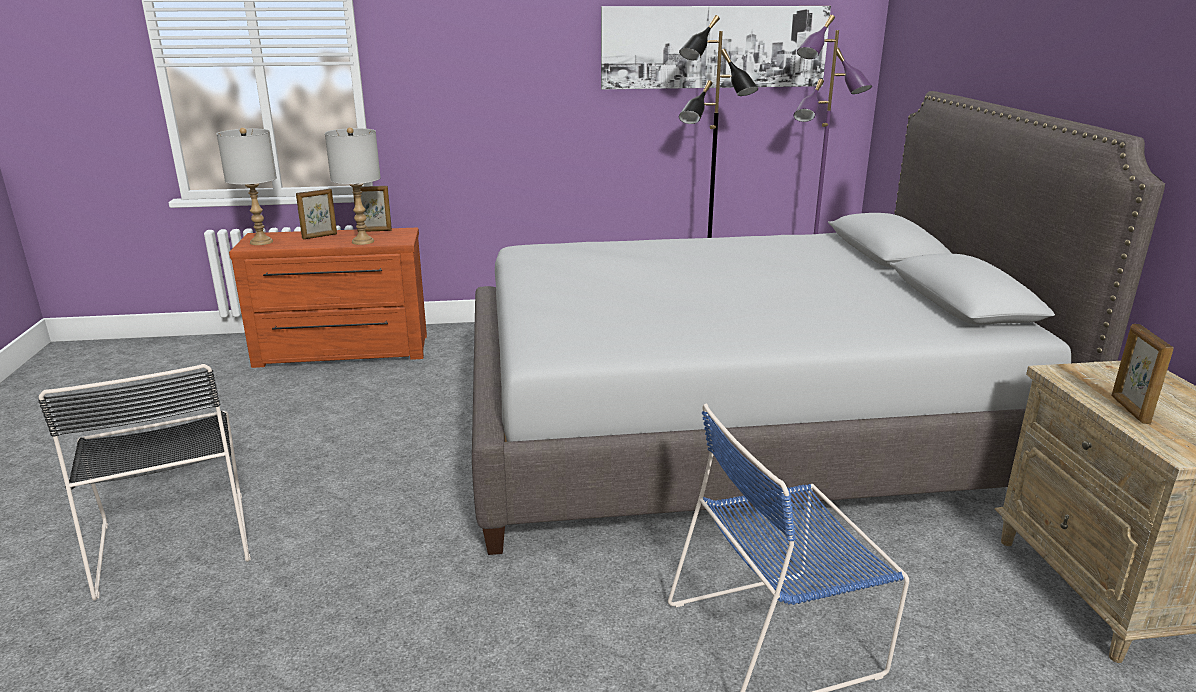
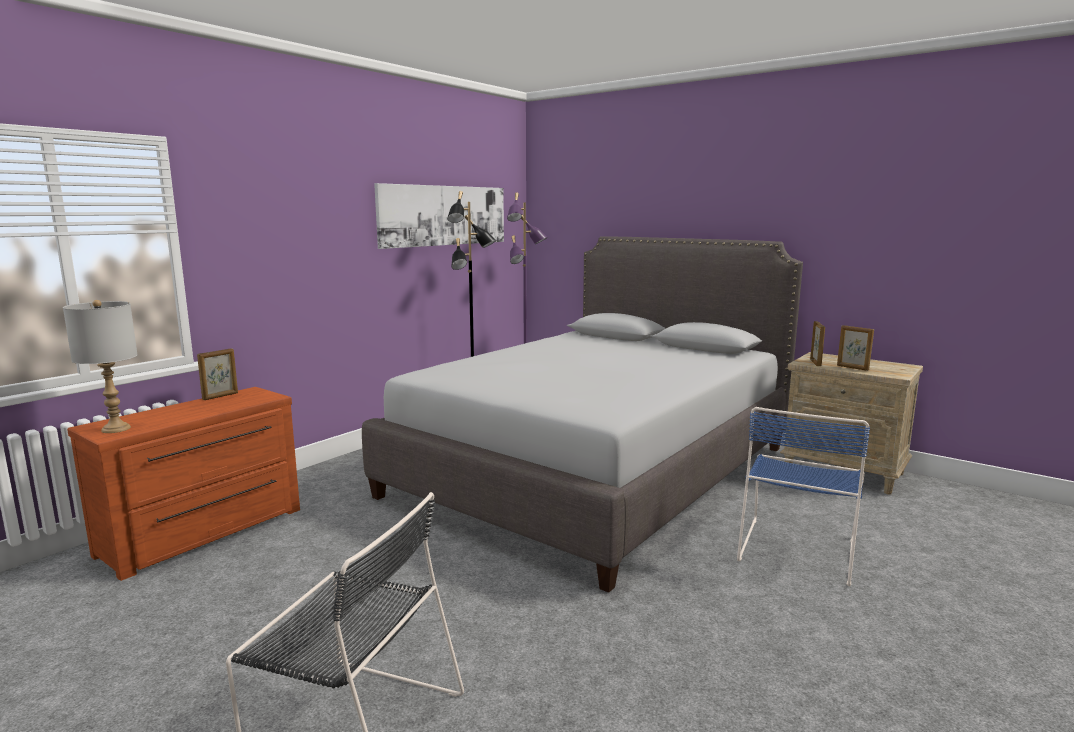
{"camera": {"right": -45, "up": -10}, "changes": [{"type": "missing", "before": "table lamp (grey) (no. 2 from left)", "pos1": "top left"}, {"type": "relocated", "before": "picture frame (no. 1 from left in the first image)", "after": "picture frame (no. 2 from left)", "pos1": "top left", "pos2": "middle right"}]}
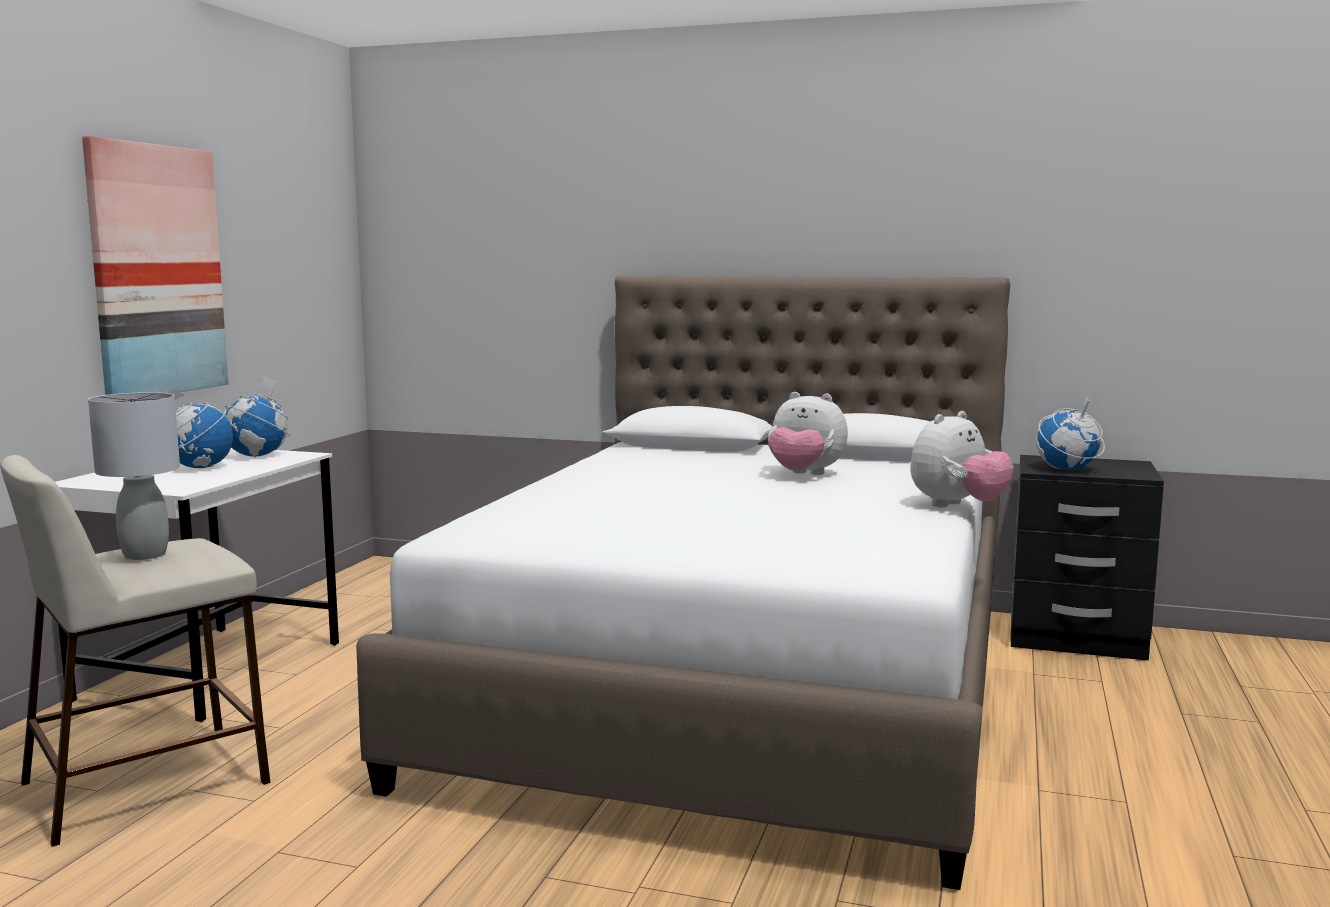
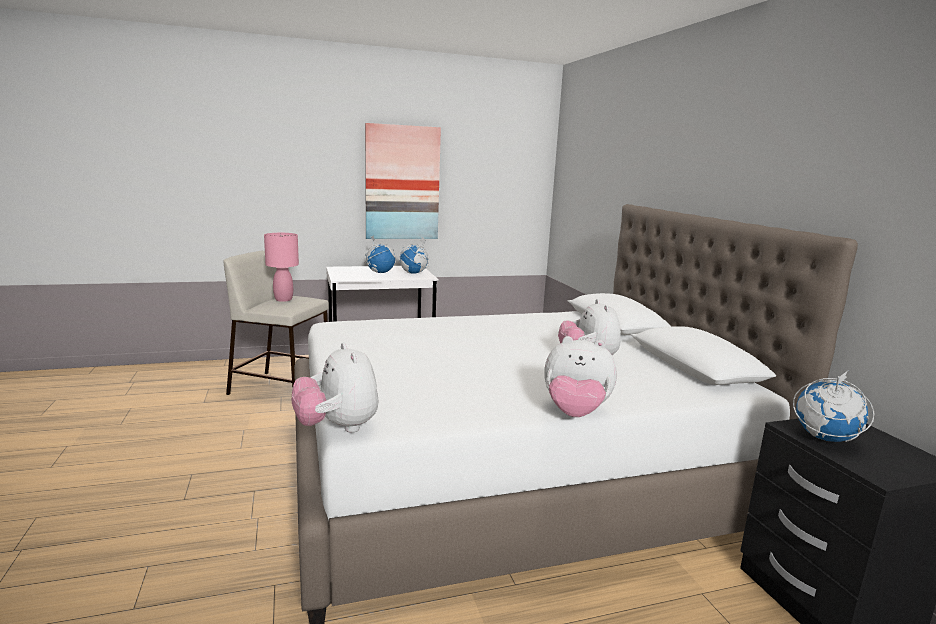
{"camera": {"right": 55, "up": 5}, "changes": [{"type": "colour", "before": "table lamp (grey)", "after": "table lamp (pink)", "pos1": "middle left", "pos2": "middle left"}, {"type": "appeared", "after": "plush toy (no. 1 from left)", "pos2": "centre"}]}
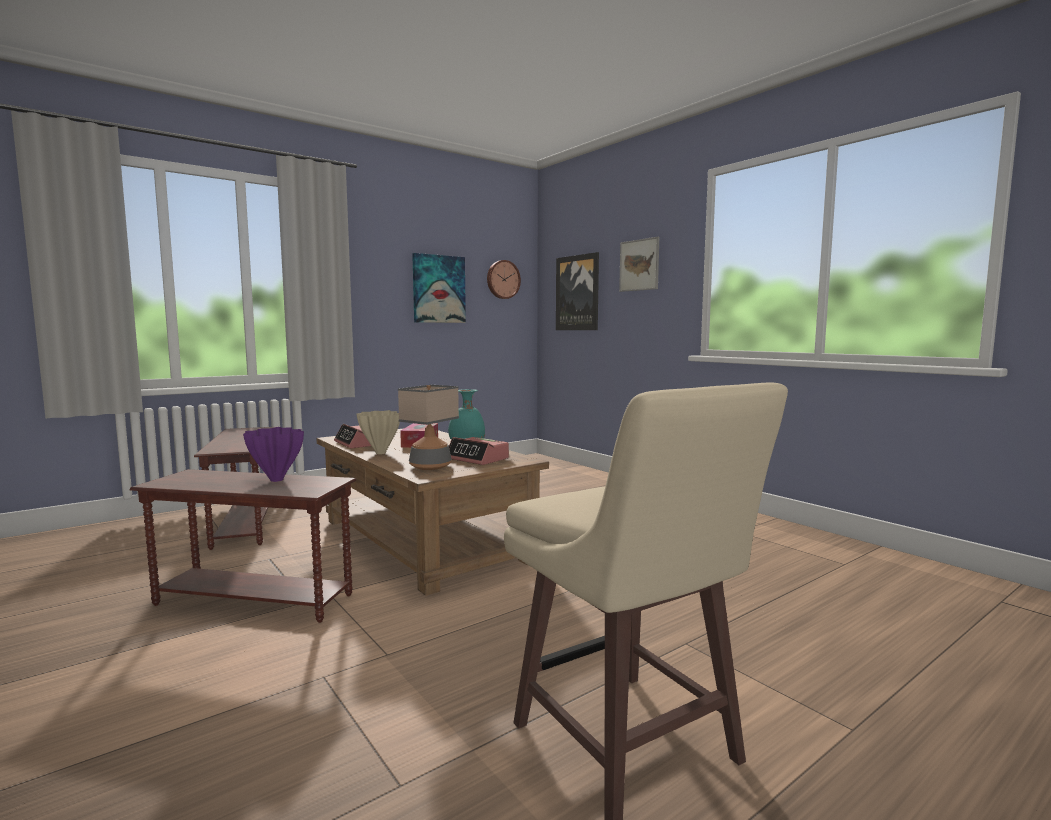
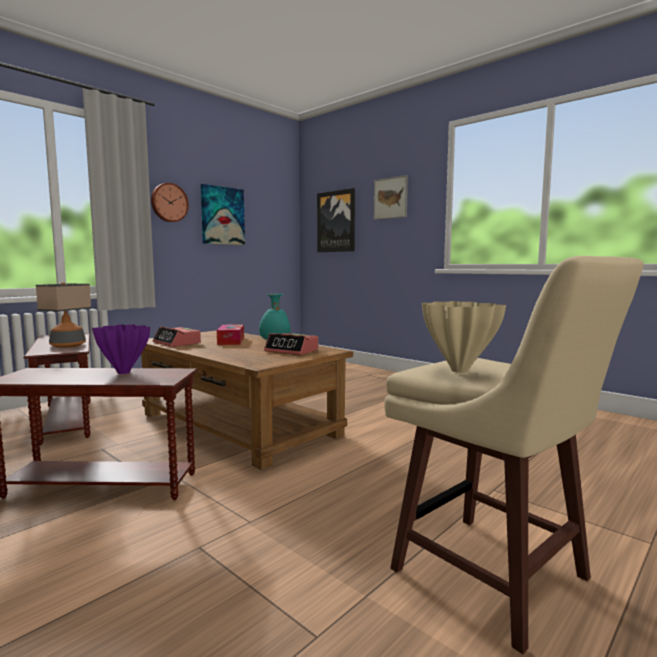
{"camera": {"right": -10, "up": 0}, "changes": [{"type": "relocated", "before": "wall clock", "pos1": "centre", "pos2": "top left"}, {"type": "relocated", "before": "table lamp", "pos1": "centre", "pos2": "middle left"}, {"type": "relocated", "before": "vase (beige)", "pos1": "centre", "pos2": "middle right"}]}
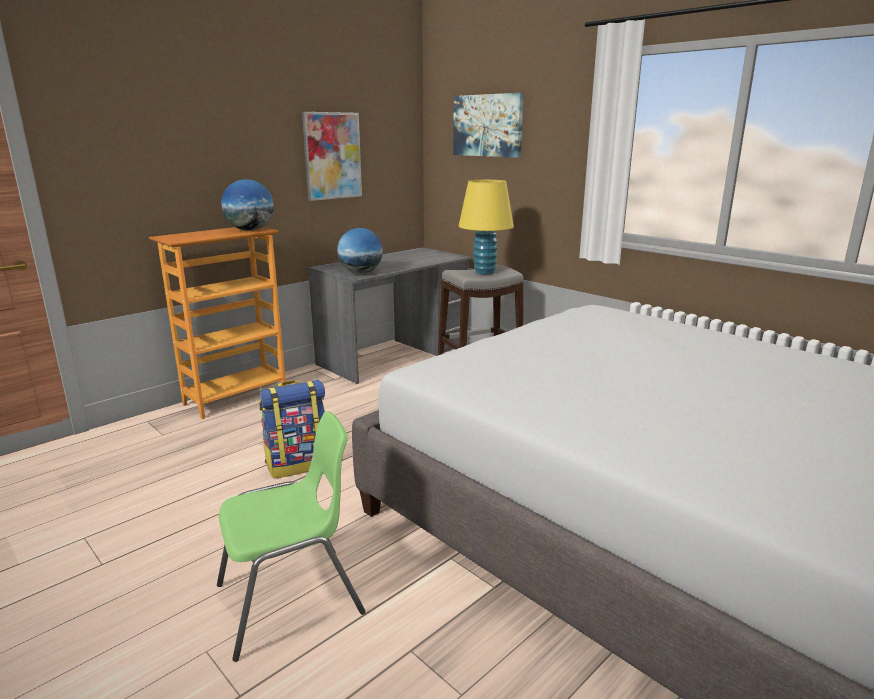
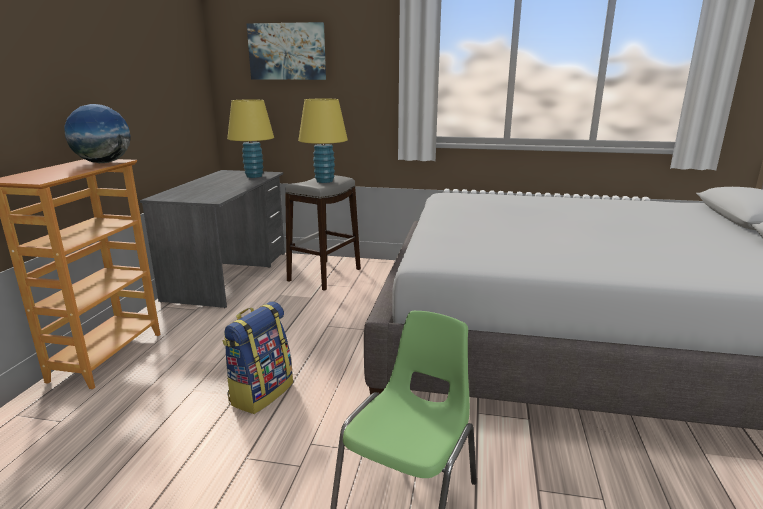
{"camera": {"right": -35, "up": 0}, "changes": [{"type": "missing", "before": "picture (no. 1 from left)", "pos1": "top centre"}, {"type": "missing", "before": "globe (no. 2 from left)", "pos1": "centre"}, {"type": "appeared", "after": "table lamp (yellow) (no. 1 from left)", "pos2": "top left"}]}
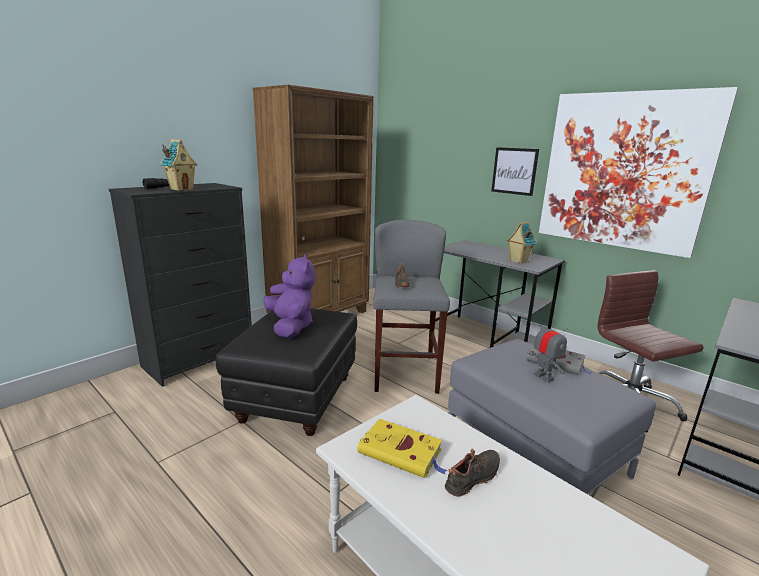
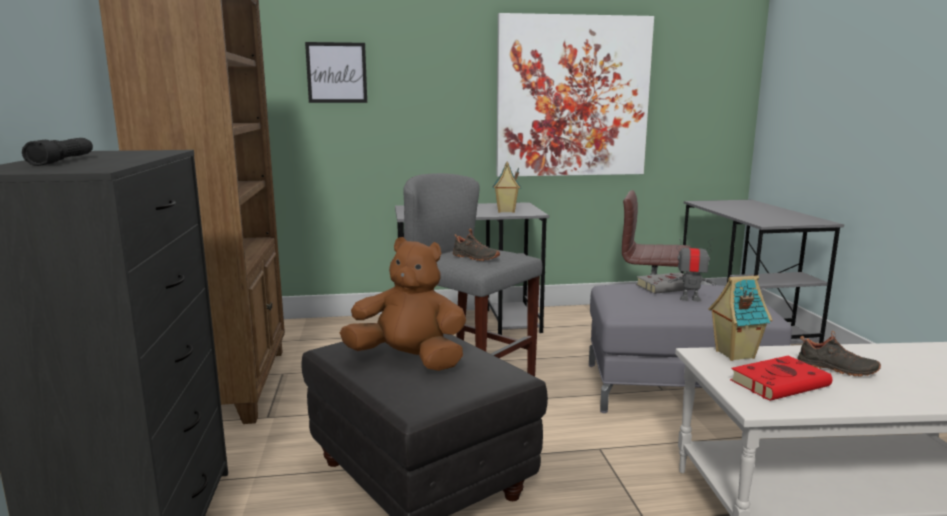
{"camera": {"right": -50, "up": -5}, "changes": [{"type": "relocated", "before": "toy house (no. 1 from left in the first image)", "after": "toy house (no. 2 from left)", "pos1": "top left", "pos2": "middle right"}, {"type": "relocated", "before": "picture (no. 1 from left)", "pos1": "top right", "pos2": "top centre"}, {"type": "colour", "before": "plush toy (purple)", "after": "plush toy (brown)", "pos1": "centre", "pos2": "centre"}, {"type": "colour", "before": "book (yellow)", "after": "book (red)", "pos1": "bottom centre", "pos2": "bottom right"}, {"type": "spun", "before": "shoe (black) (no. 2 from left)", "pos1": "bottom centre", "pos2": "bottom right", "turn": 120}]}
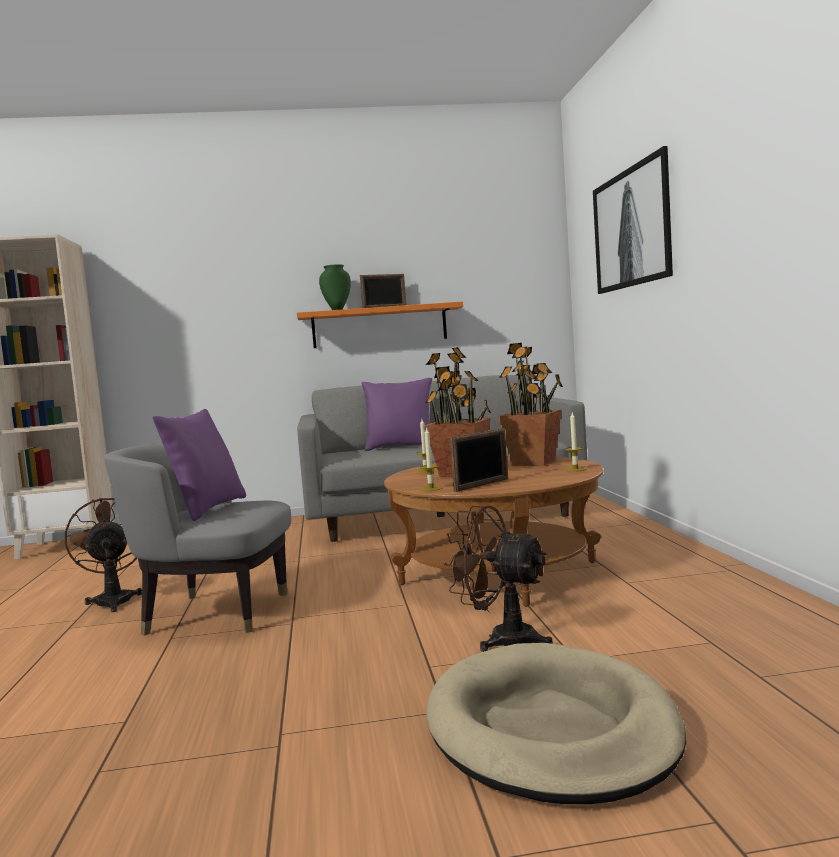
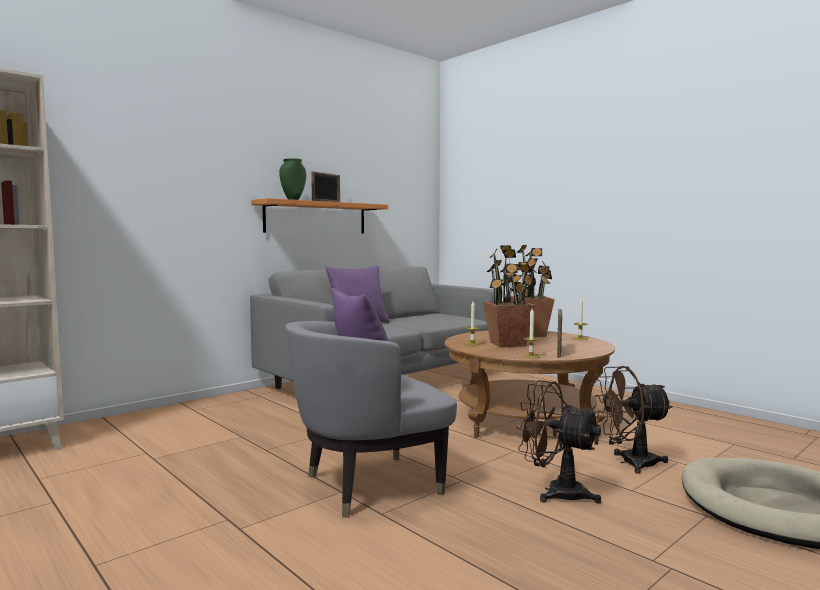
{"camera": {"right": -35, "up": 0}, "changes": [{"type": "missing", "before": "picture", "pos1": "top right"}, {"type": "relocated", "before": "fan (brown) (no. 1 from left)", "pos1": "middle left", "pos2": "bottom right"}]}
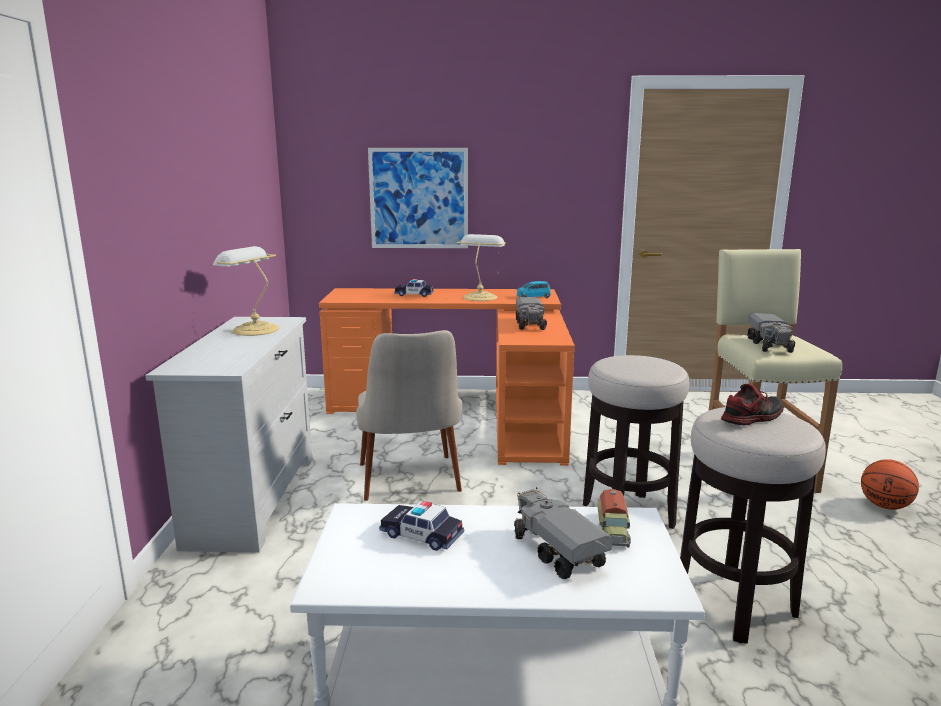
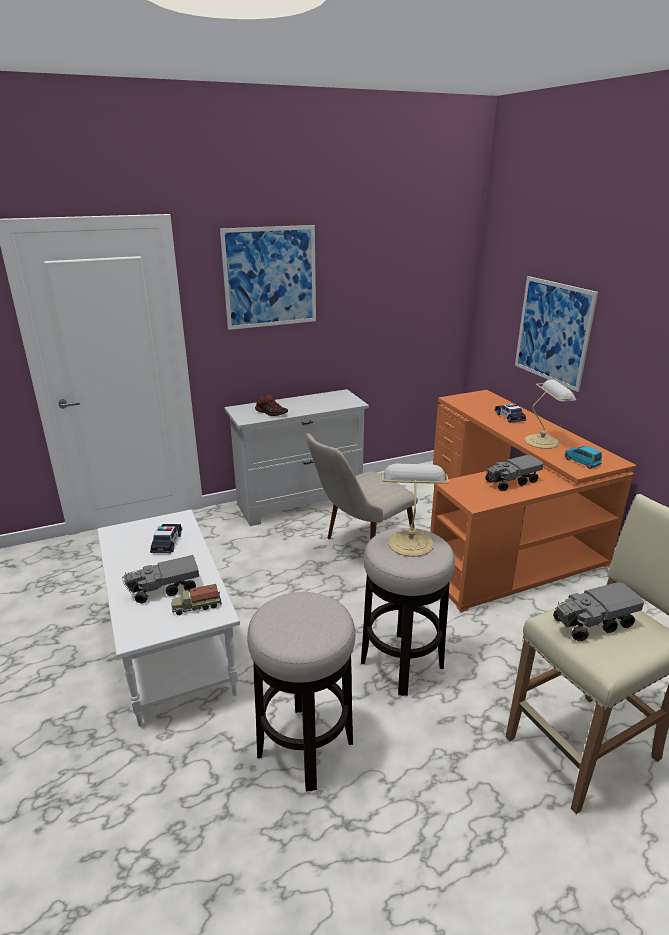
{"camera": {"right": 65, "up": 10}, "changes": [{"type": "relocated", "before": "table lamp (no. 1 from left)", "pos1": "middle left", "pos2": "centre"}, {"type": "relocated", "before": "shoe", "pos1": "middle right", "pos2": "centre"}, {"type": "missing", "before": "basketball", "pos1": "bottom right"}, {"type": "spun", "before": "toy truck (no. 2 from left in the first image)", "pos1": "bottom centre", "pos2": "middle left", "turn": -150}, {"type": "appeared", "after": "picture (no. 1 from left)", "pos2": "top centre"}]}
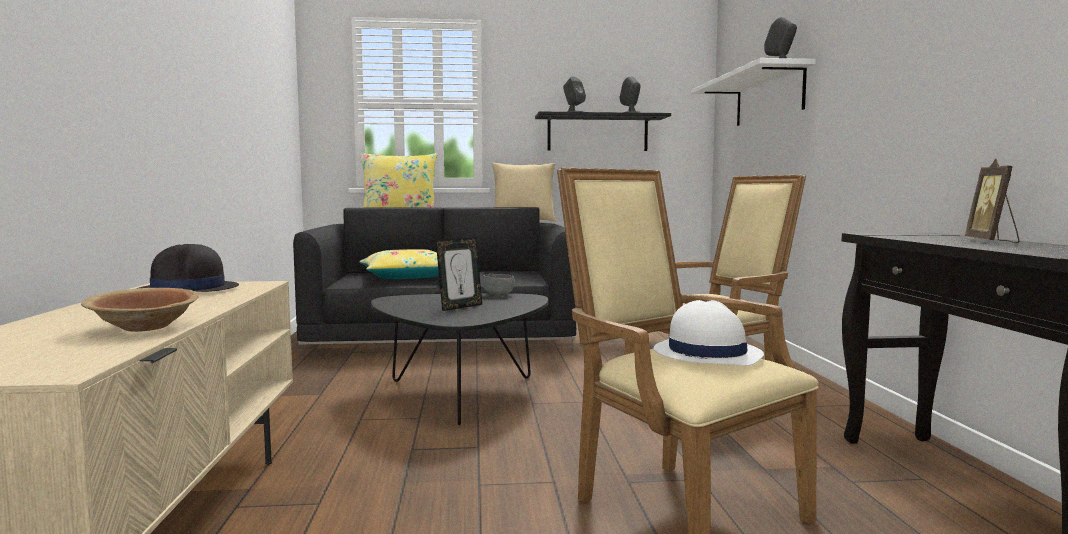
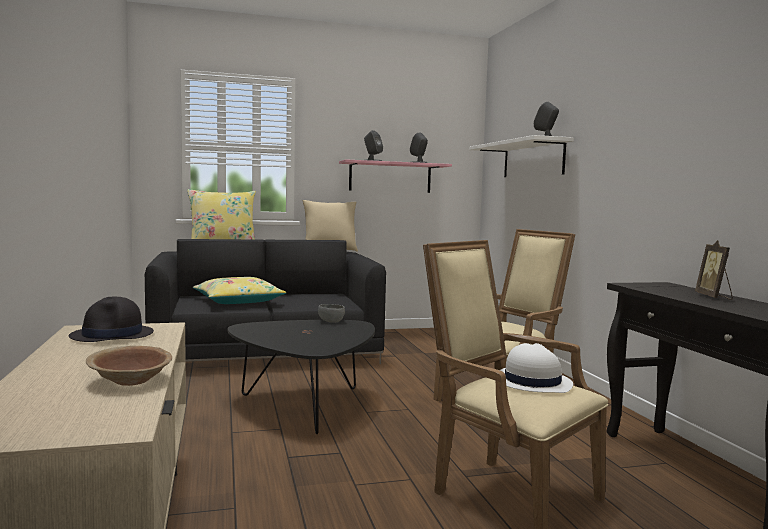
{"camera": {"right": -10, "up": 0}, "changes": [{"type": "colour", "before": "shelf (black)", "after": "shelf (pink)", "pos1": "top centre", "pos2": "top centre"}, {"type": "missing", "before": "picture frame (no. 1 from left)", "pos1": "centre"}]}
